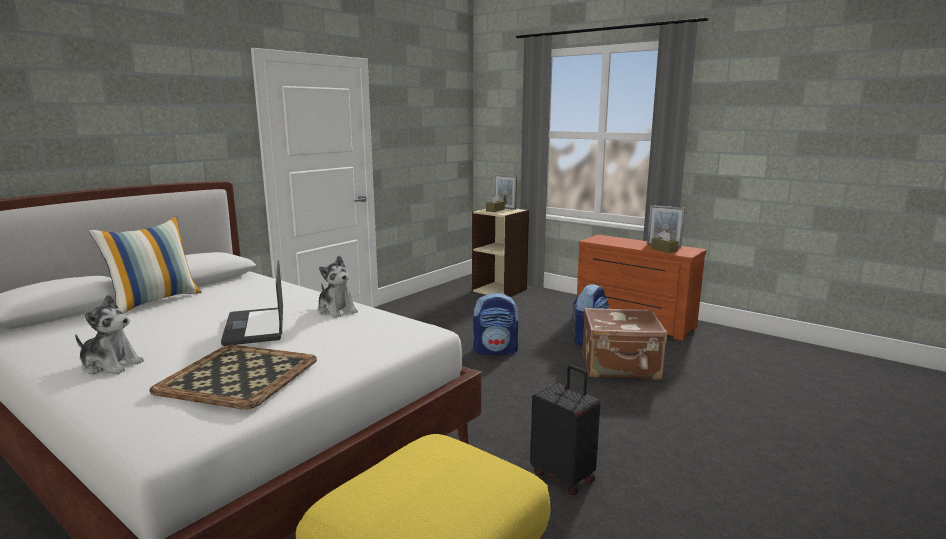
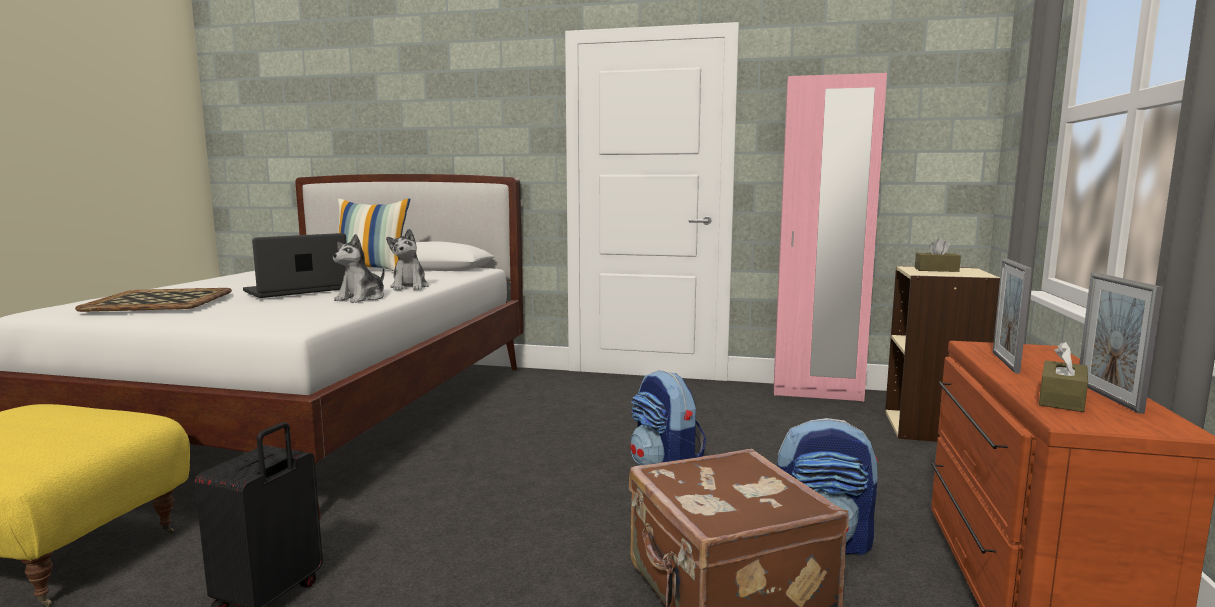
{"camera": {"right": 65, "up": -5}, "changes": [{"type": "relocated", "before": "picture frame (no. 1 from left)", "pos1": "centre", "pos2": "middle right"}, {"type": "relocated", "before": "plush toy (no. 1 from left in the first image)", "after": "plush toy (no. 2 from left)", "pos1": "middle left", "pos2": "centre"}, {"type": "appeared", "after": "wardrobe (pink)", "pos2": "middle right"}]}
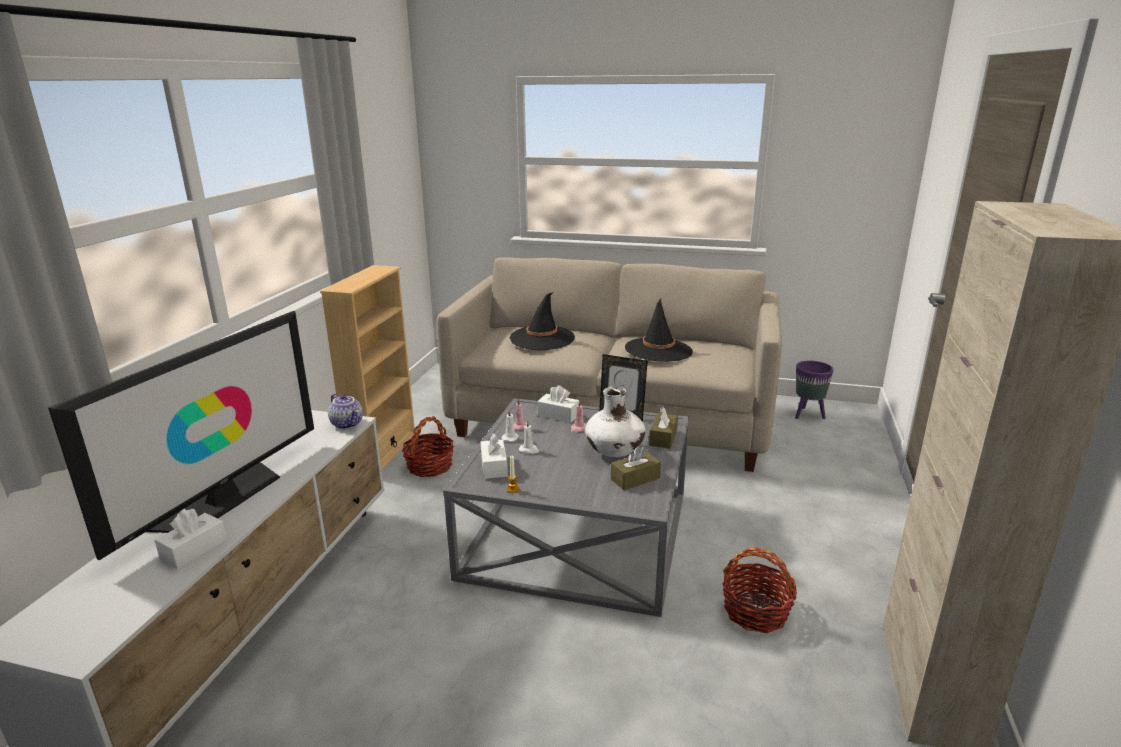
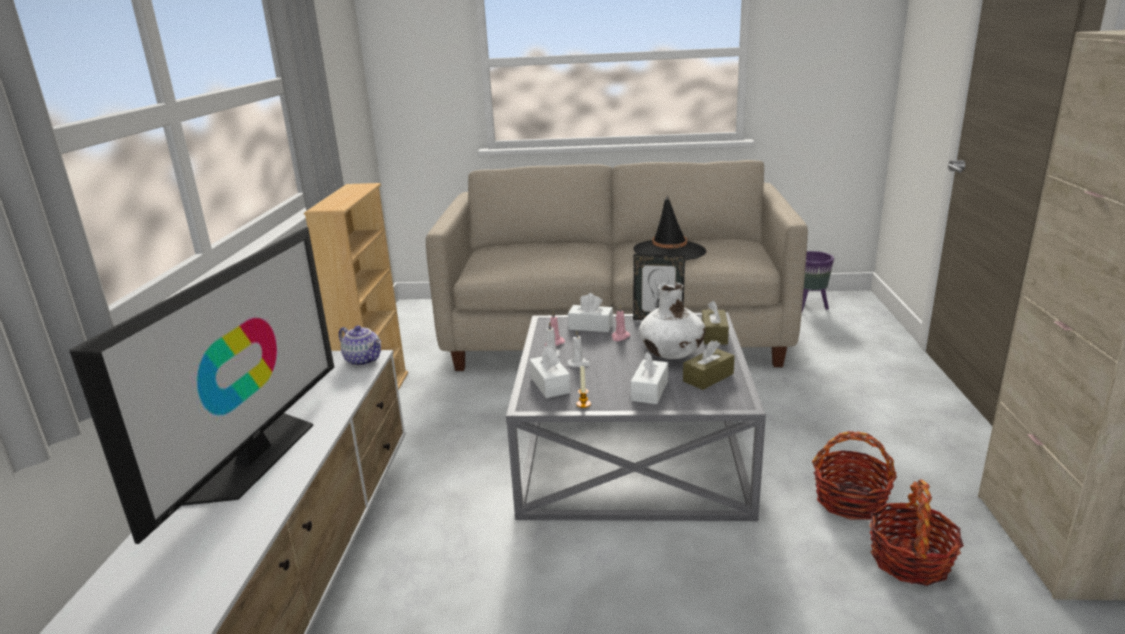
{"camera": {"right": -10, "up": 0}, "changes": [{"type": "missing", "before": "hat (black) (no. 1 from left)", "pos1": "centre"}, {"type": "relocated", "before": "basket (no. 1 from left in the first image)", "after": "basket (no. 2 from left)", "pos1": "centre", "pos2": "bottom right"}, {"type": "relocated", "before": "tissue box (white) (no. 1 from left in the first image)", "after": "tissue box (white) (no. 3 from left)", "pos1": "bottom left", "pos2": "centre"}]}
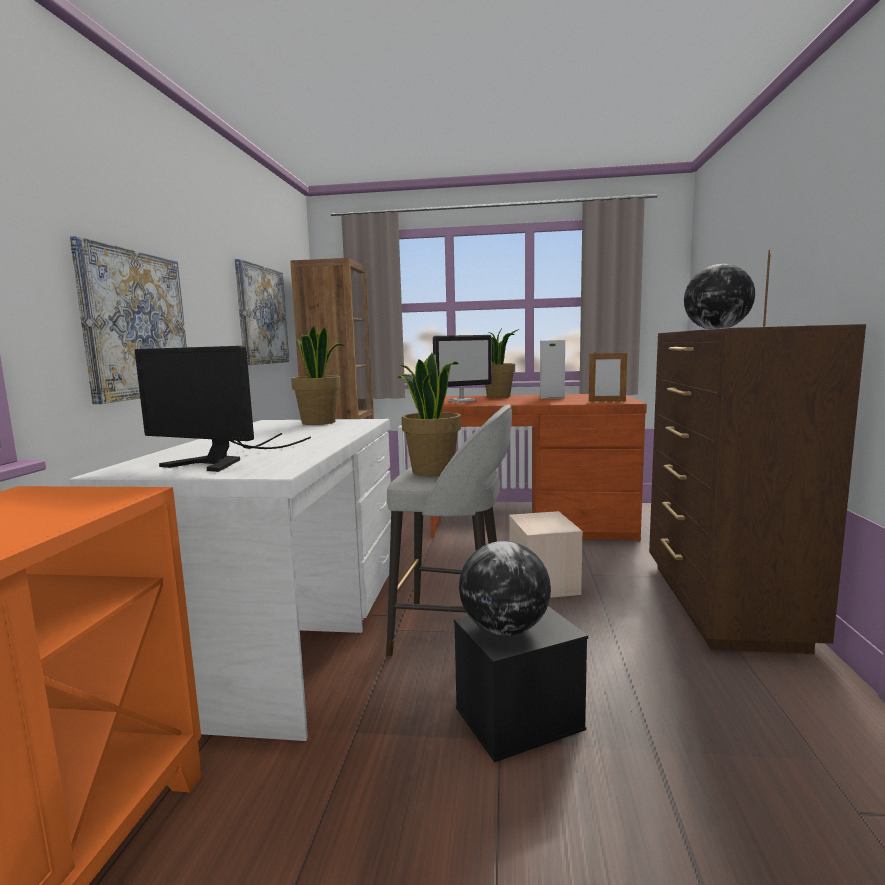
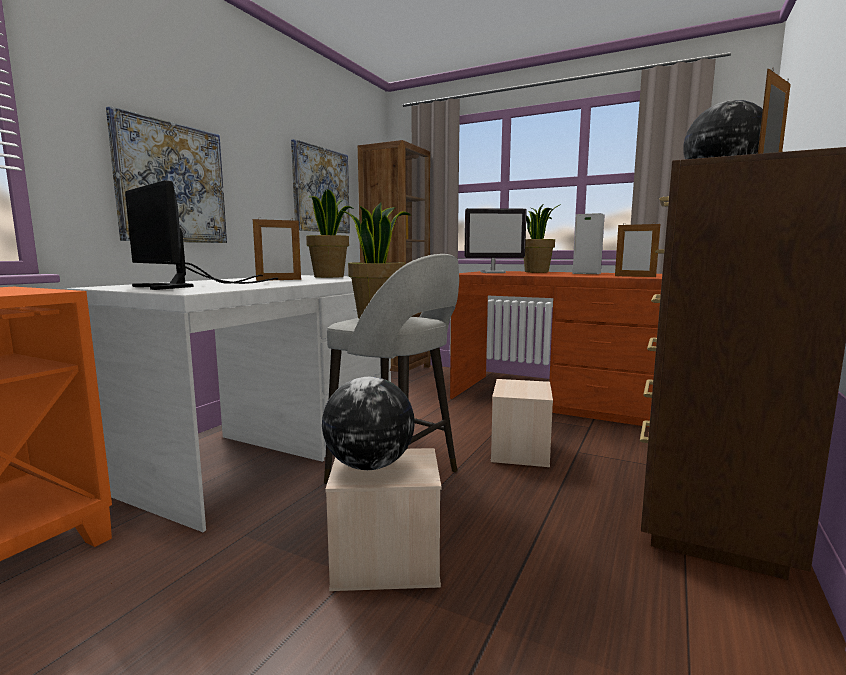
{"camera": {"right": 20, "up": 0}, "changes": [{"type": "colour", "before": "storage box (black)", "after": "storage box (beige) (no. 1 from left)", "pos1": "bottom centre", "pos2": "bottom centre"}, {"type": "appeared", "after": "picture frame (no. 1 from left)", "pos2": "middle left"}]}
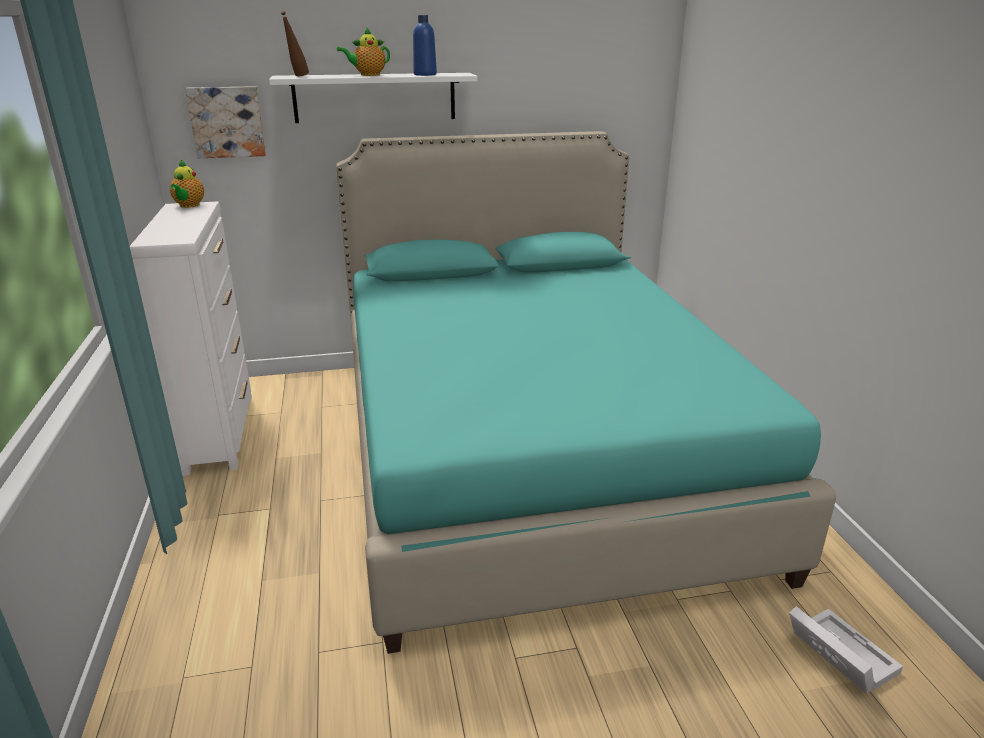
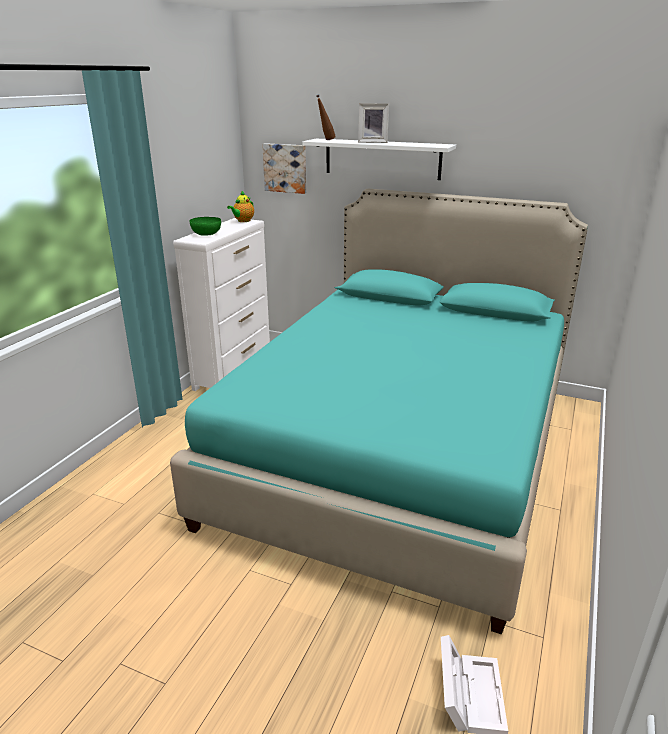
{"camera": {"right": 35, "up": 0}, "changes": [{"type": "missing", "before": "bottle (blue)", "pos1": "top centre"}, {"type": "exchanged", "before": "teapot (no. 2 from left)", "after": "picture frame", "pos1": "top centre", "pos2": "top centre"}, {"type": "appeared", "after": "bowl (green)", "pos2": "top left"}]}
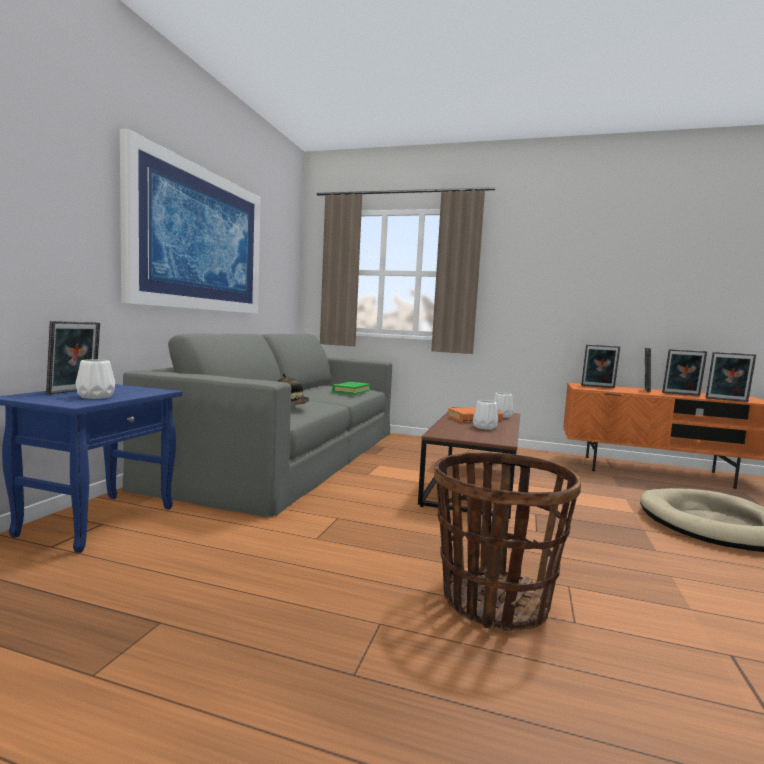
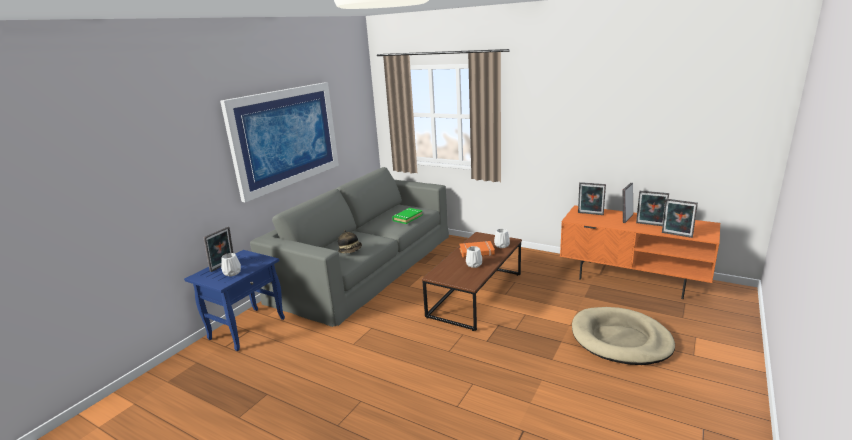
{"camera": {"right": 15, "up": 15}, "changes": [{"type": "missing", "before": "basket", "pos1": "bottom centre"}]}
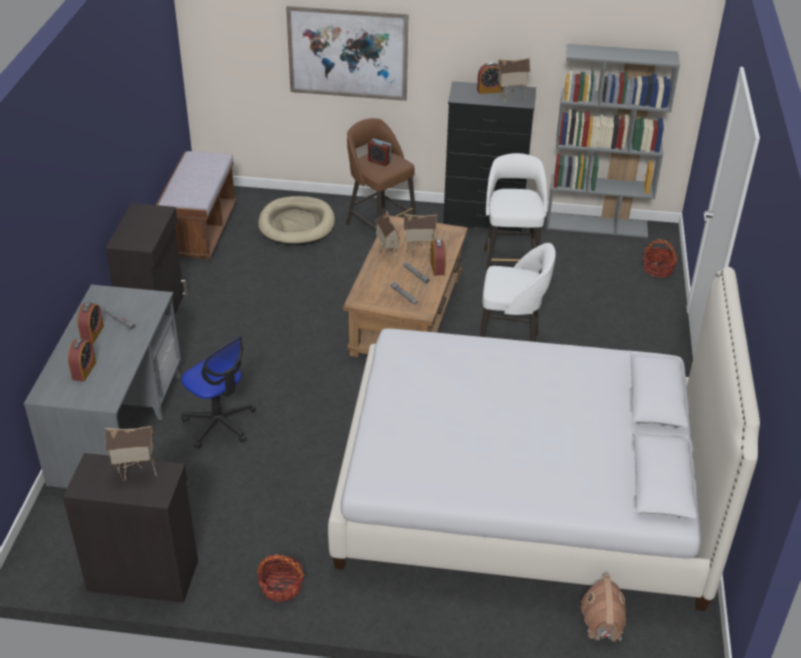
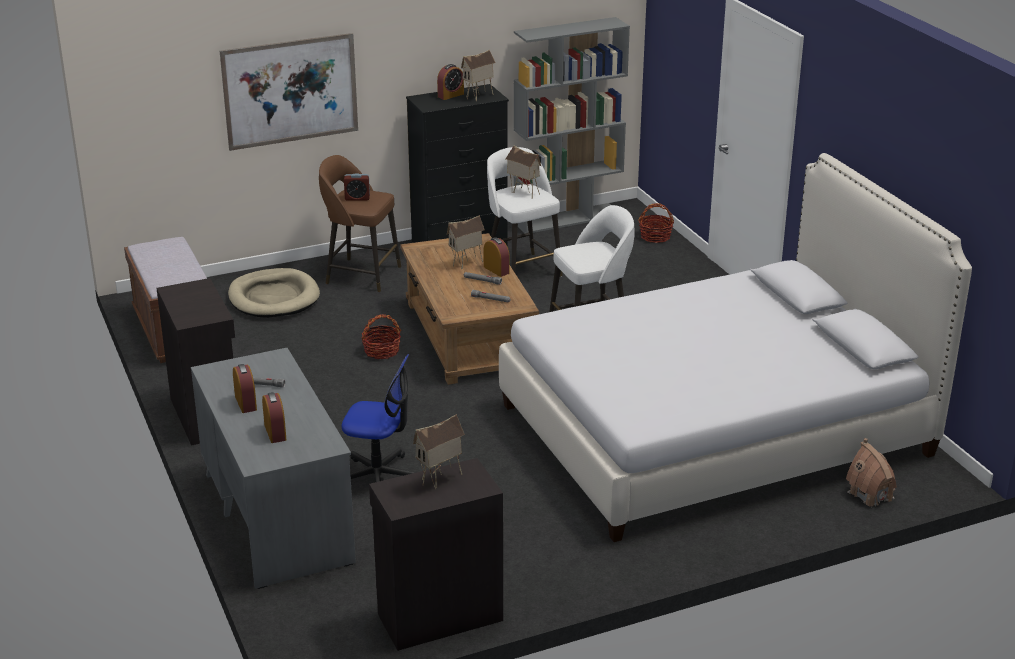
{"camera": {"right": -30, "up": -10}, "changes": [{"type": "relocated", "before": "toy house (no. 2 from left in the first image)", "after": "toy house (no. 4 from left)", "pos1": "centre", "pos2": "top centre"}, {"type": "relocated", "before": "basket (no. 1 from left)", "pos1": "bottom centre", "pos2": "centre"}]}
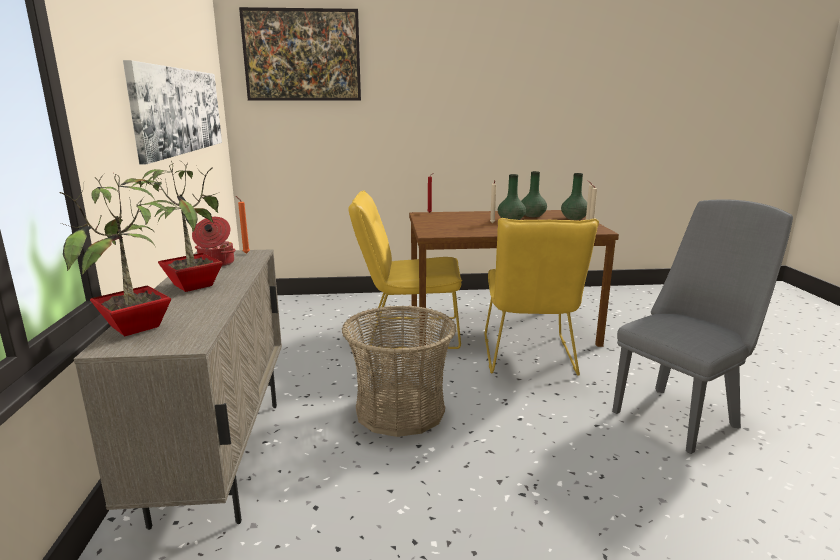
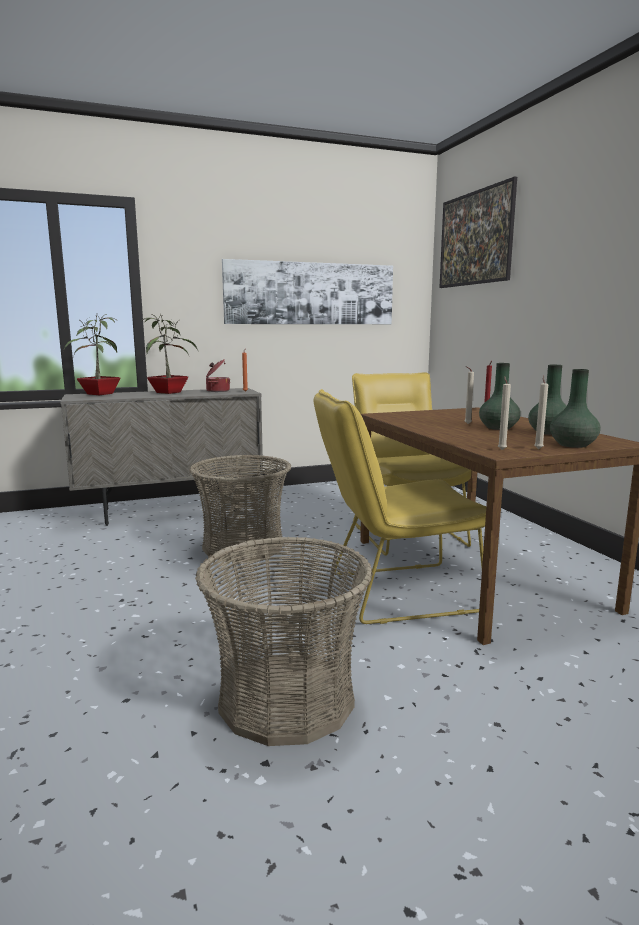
{"camera": {"right": 75, "up": -5}, "changes": [{"type": "exchanged", "before": "chair (grey)", "after": "basket (no. 2 from left)", "pos1": "middle right", "pos2": "bottom centre"}]}
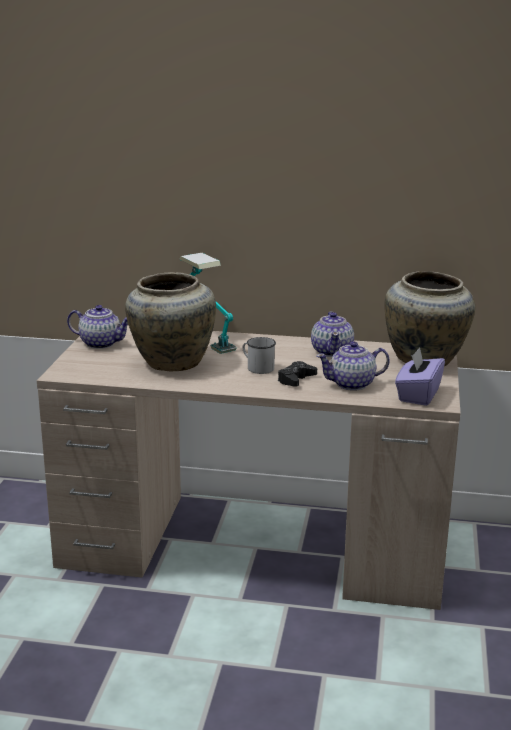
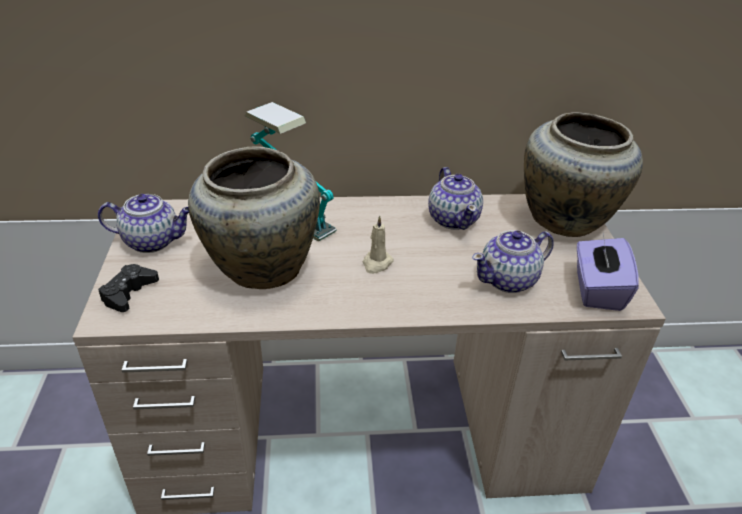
{"camera": {"right": -15, "up": 15}, "changes": [{"type": "exchanged", "before": "mug (white)", "after": "candle (beige)", "pos1": "centre", "pos2": "centre"}, {"type": "relocated", "before": "game controller (black)", "pos1": "centre", "pos2": "middle left"}]}
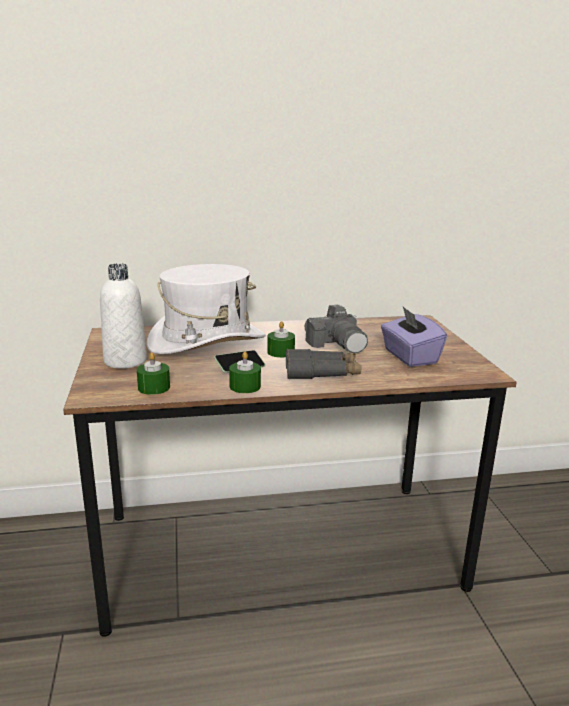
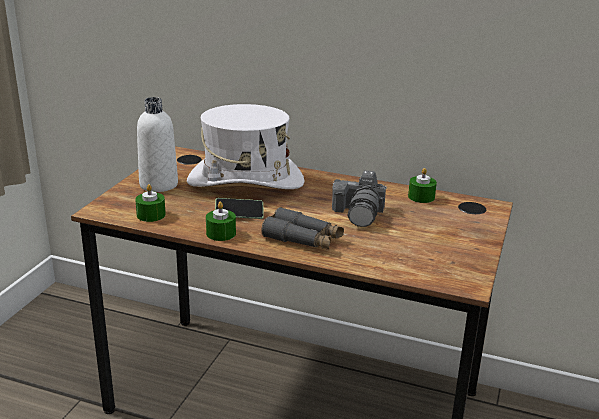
{"camera": {"right": 30, "up": 5}, "changes": [{"type": "missing", "before": "tissue box (purple)", "pos1": "middle right"}, {"type": "relocated", "before": "candle (green) (no. 3 from left)", "pos1": "centre", "pos2": "middle right"}]}
